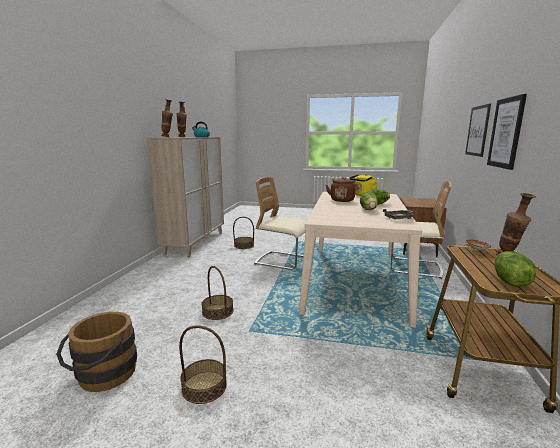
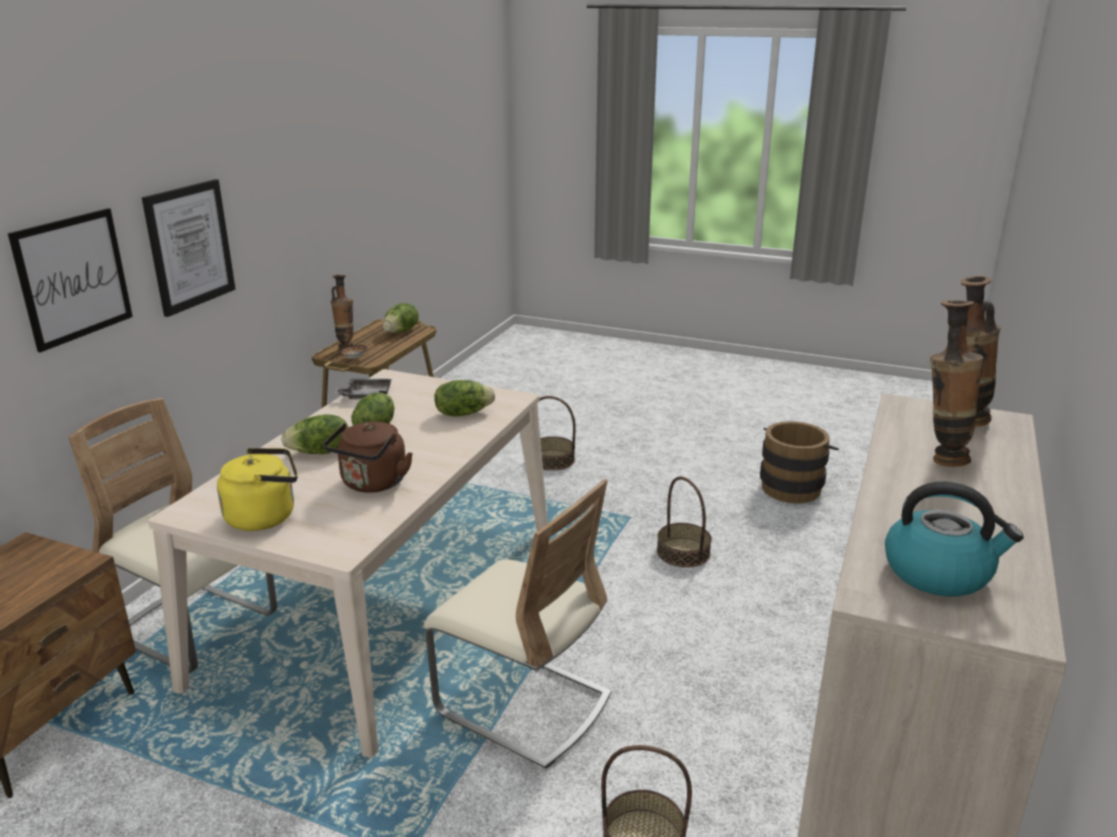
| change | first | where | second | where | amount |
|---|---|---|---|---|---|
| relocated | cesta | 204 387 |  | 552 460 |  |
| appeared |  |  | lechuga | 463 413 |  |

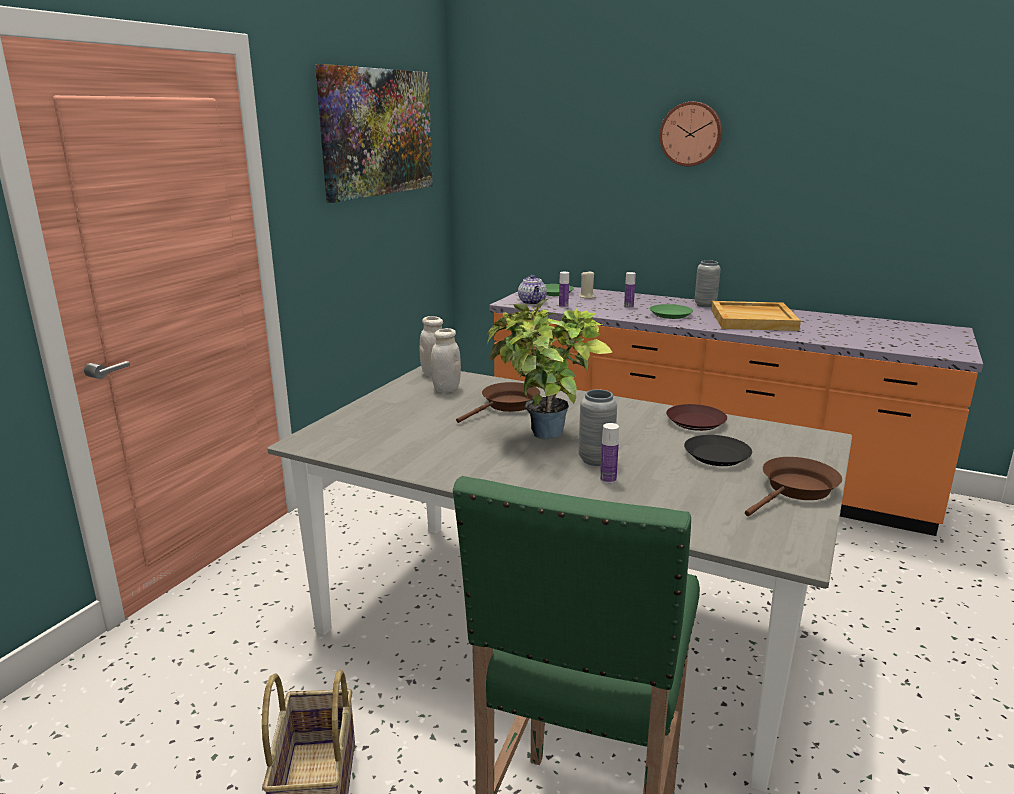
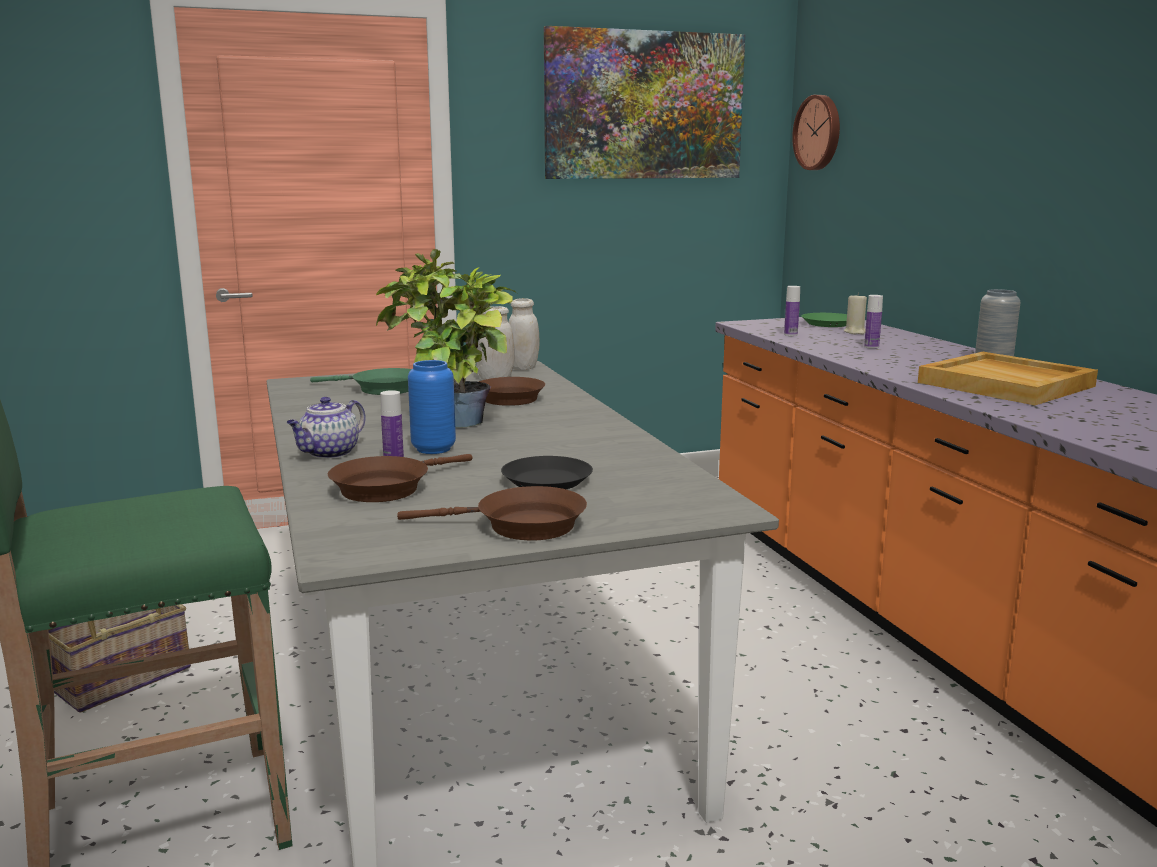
| change | first | where | second | where | amount |
|---|---|---|---|---|---|
| relocated | tetera | 532 302 |  | 329 453 |  |
| colour | florero [gris] | 596 460 | florero [azul] | 433 449 |  |
| missing | plato [verde] | 670 315 |  |  |  |
| relocated | reloj de pared | 691 134 |  | 819 132 |  |
| missing | plato [marrón] | 696 422 |  |  |  |
| appeared |  |  | sartén [verde] | 381 389 |  |
| appeared |  |  | sartén [marrón] | 387 488 |  |

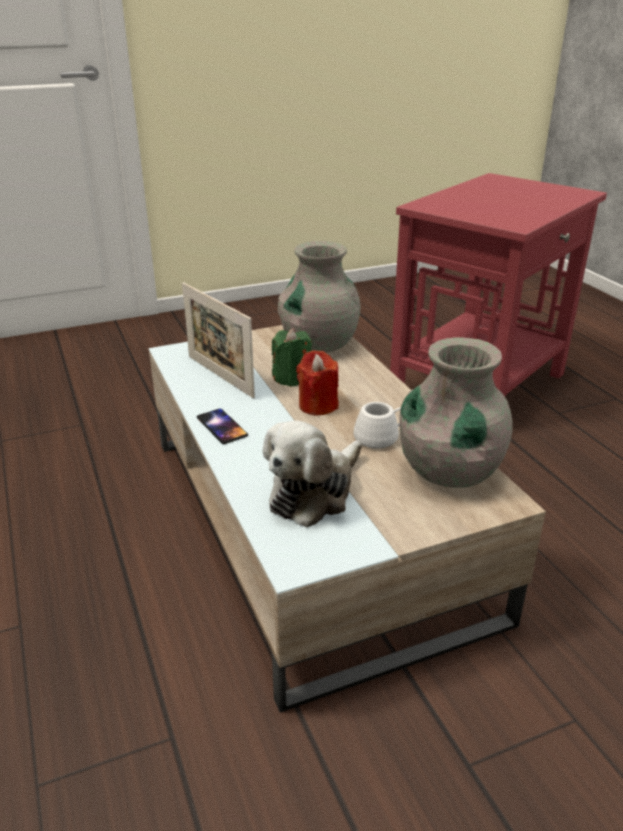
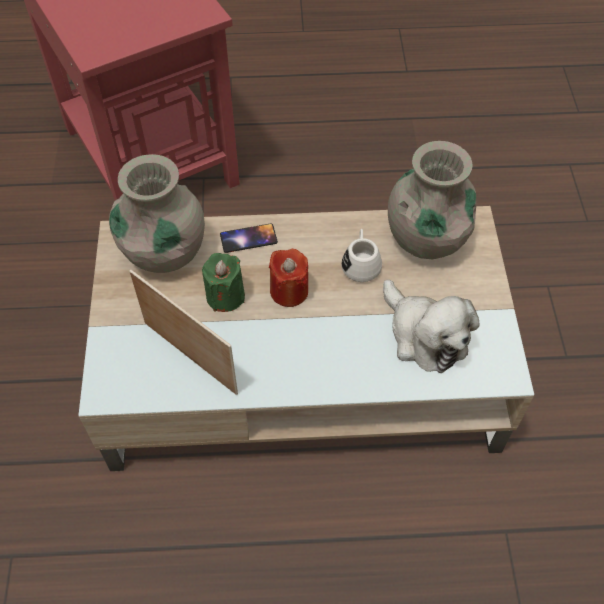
| change | first | where | second | where | amount |
|---|---|---|---|---|---|
| spun | portarretratos | 220 376 |  | 190 357 | 120 degrees counterclockwise |
| relocated | móvil | 222 426 |  | 248 238 |  |

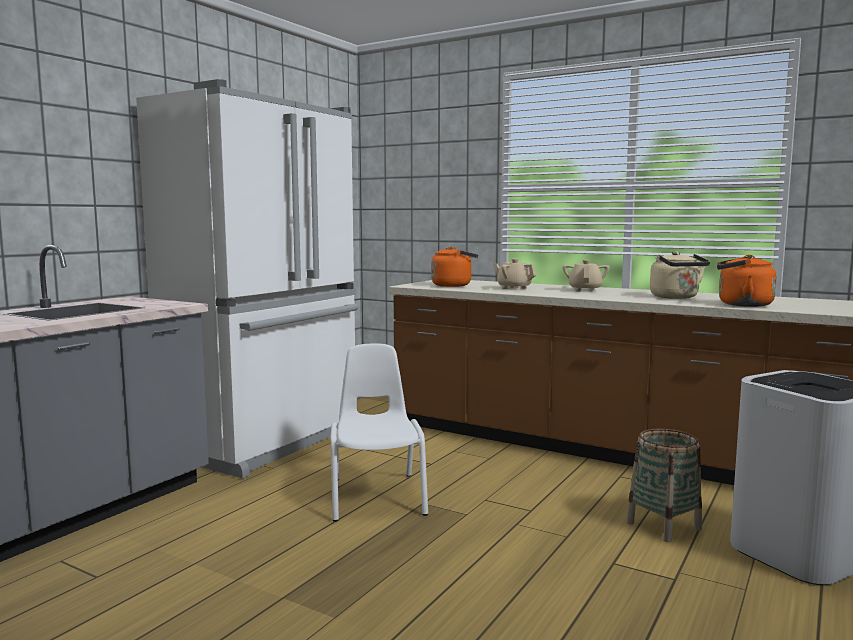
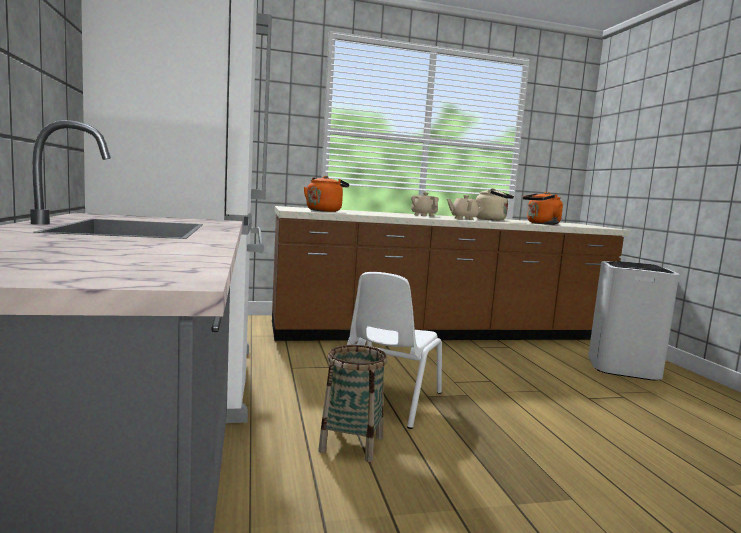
| change | first | where | second | where | amount |
|---|---|---|---|---|---|
| spun | silla [blanco] | 377 496 |  | 389 401 | 105 degrees counterclockwise |
| relocated | tetera [beis] | 514 288 |  | 463 219 |  |
| relocated | cesta | 663 526 |  | 351 444 |  |

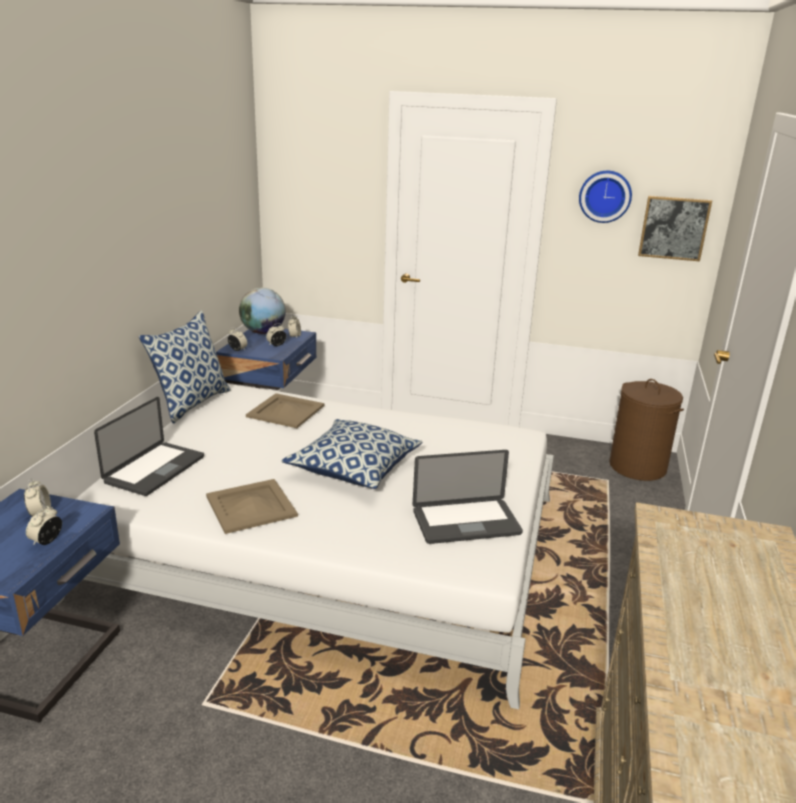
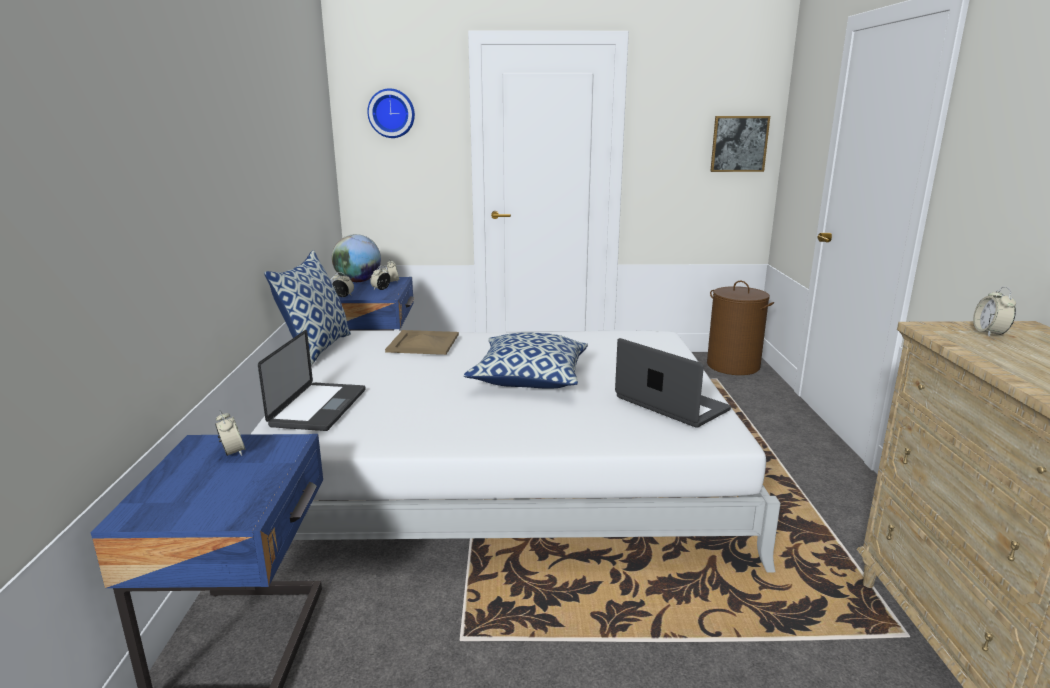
| change | first | where | second | where | amount |
|---|---|---|---|---|---|
| relocated | despertador | 47 541 |  | 989 333 |  |
| missing | bandeja [beis] | 252 506 |  |  |  |
| spun | portátil | 466 523 |  | 671 404 | 105 degrees counterclockwise |
| relocated | reloj de pared | 605 196 |  | 391 113 |  |

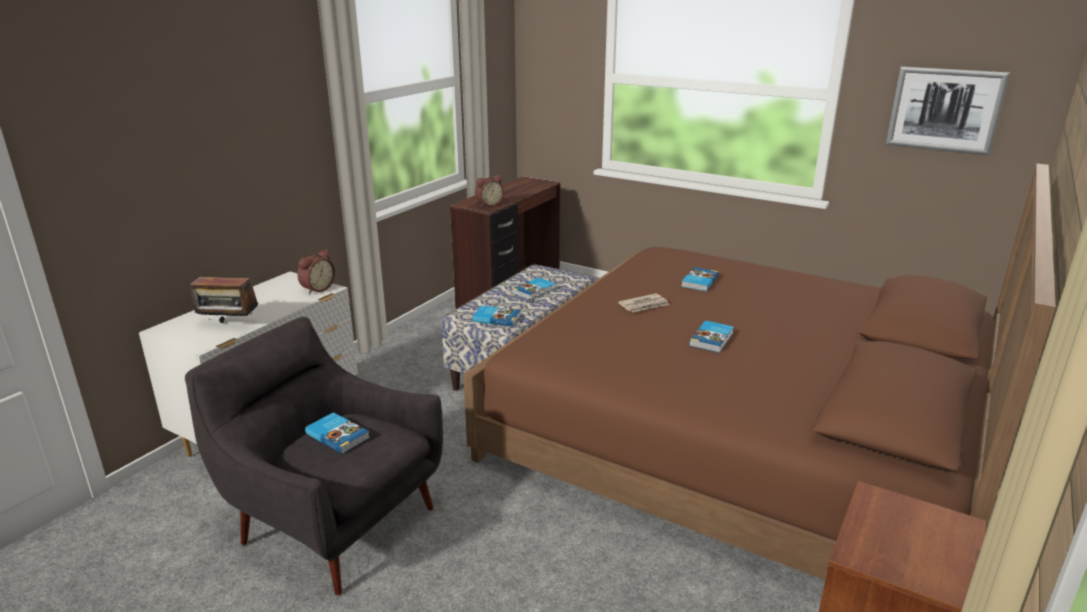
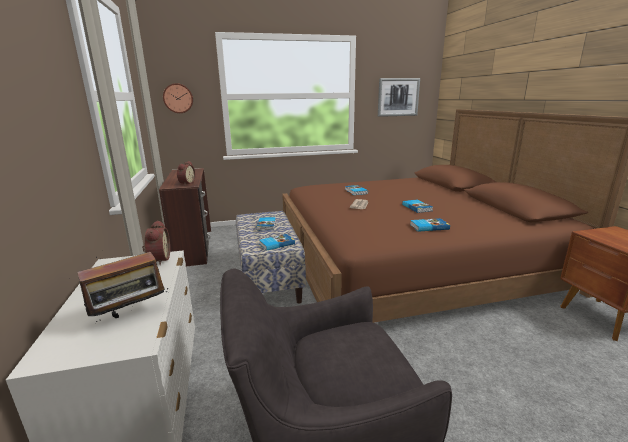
| change | first | where | second | where | amount |
|---|---|---|---|---|---|
| relocated | libro | 338 435 |  | 428 226 |  |
| appeared |  |  | reloj de pared | 178 98 |  |

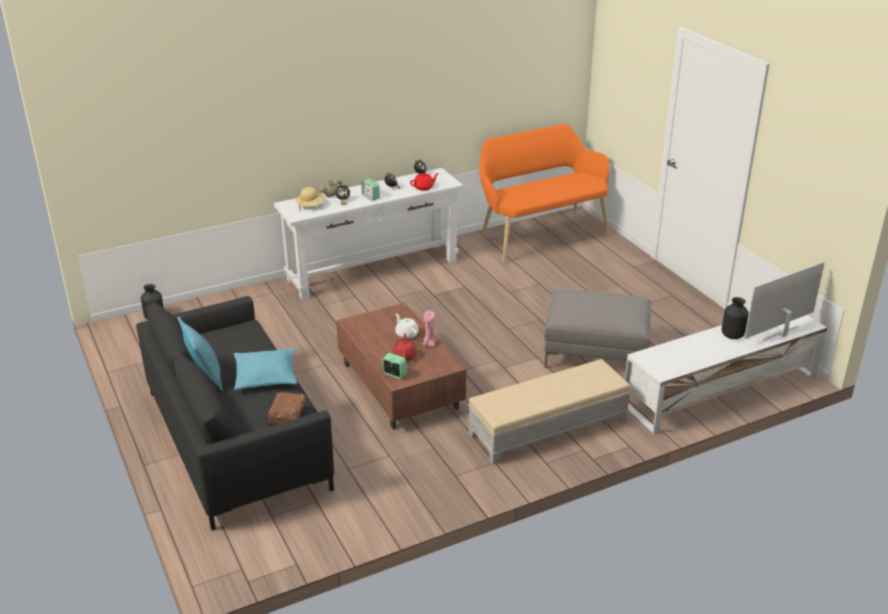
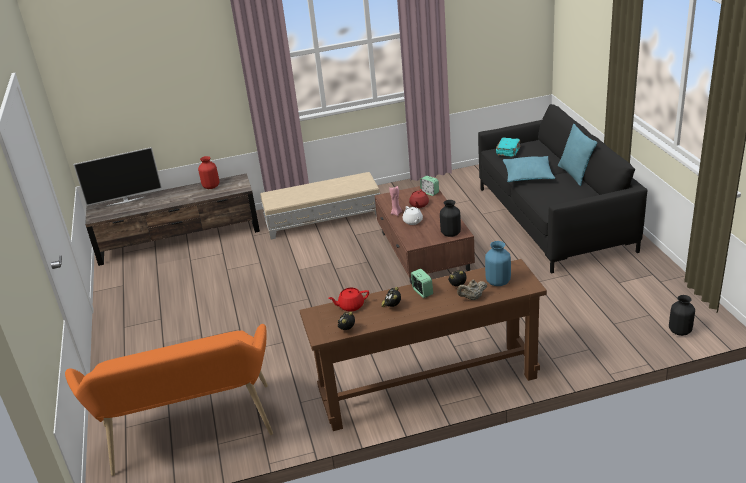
| change | first | where | second | where | amount |
|---|---|---|---|---|---|
| colour | libro [marrón] | 286 415 | libro [turquesa] | 508 151 |  |
| colour | mesa consola [blanco] | 373 270 | mesa consola [marrón] | 428 386 |  |
| exchanged | sombrero [beis] | 310 205 | florero [azul] | 498 282 |  |
| missing | puf [gris] | 596 353 |  |  |  |
| colour | mueble de televisión [blanco] | 719 390 | mueble de televisión [marrón] | 180 238 |  |
| relocated | florero [negro] | 732 335 |  | 450 233 |  |
| appeared |  |  | florero [rojo] | 211 186 |  |

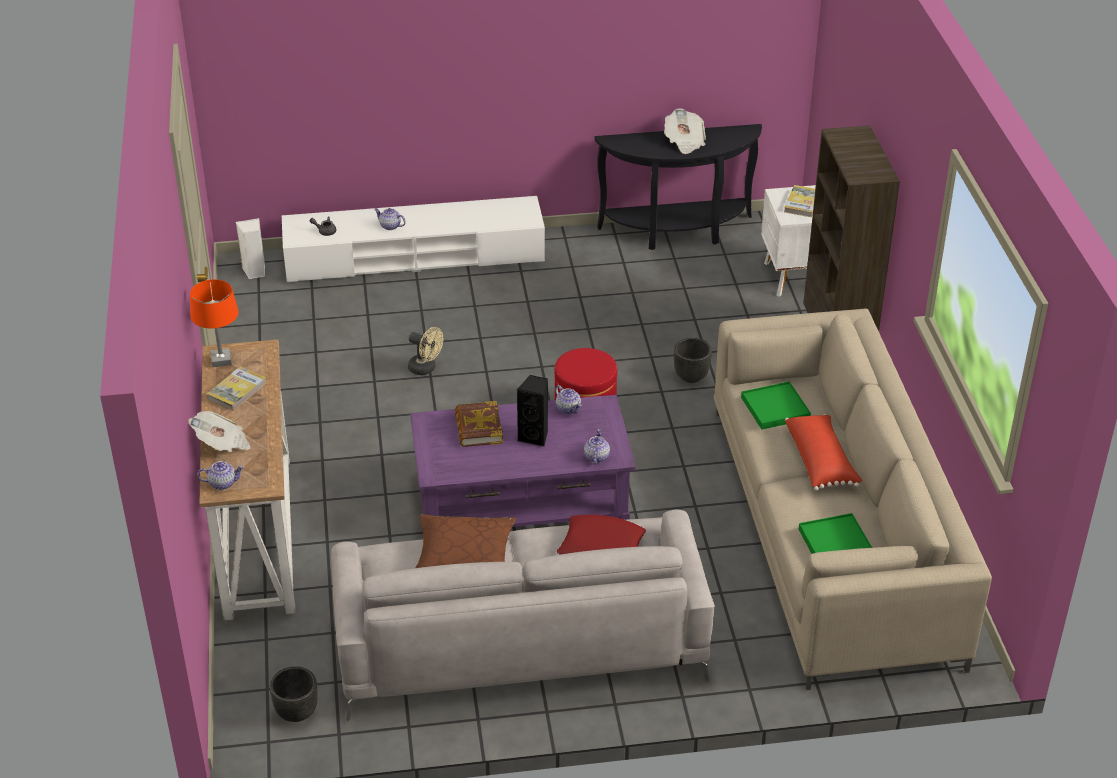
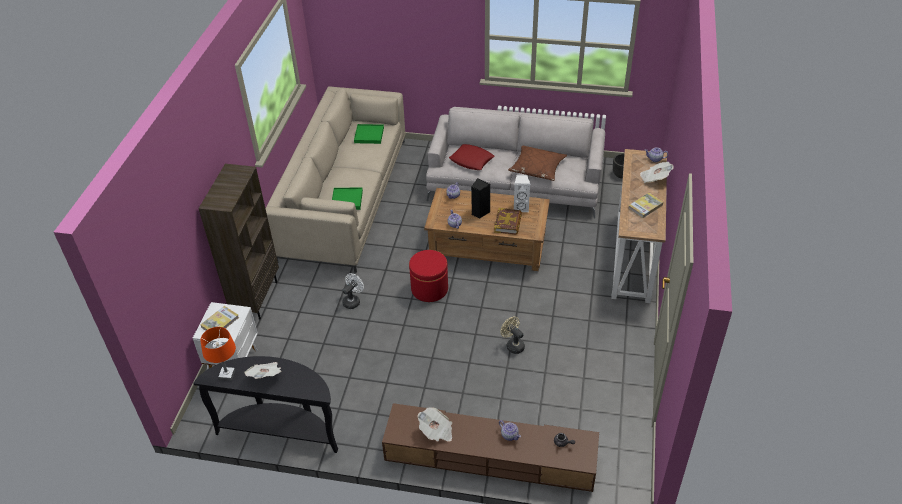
| change | first | where | second | where | amount |
|---|---|---|---|---|---|
| relocated | lámpara de mesa [naranja] | 221 360 |  | 227 375 |  |
| relocated | altavoz [blanco] | 254 271 |  | 521 208 |  |
| colour | mueble de televisión [blanco] | 415 257 | mueble de televisión [marrón] | 489 456 |  |
| colour | mesa de centro [morado] | 521 500 | mesa de centro [marrón] | 488 246 |  |
| exchanged | maceta [negro] | 691 376 | ventilador [blanco] | 353 301 |  |
| missing | cojín [rojo] | 821 461 |  |  |  |
| appeared |  |  | periódico | 436 431 |  |

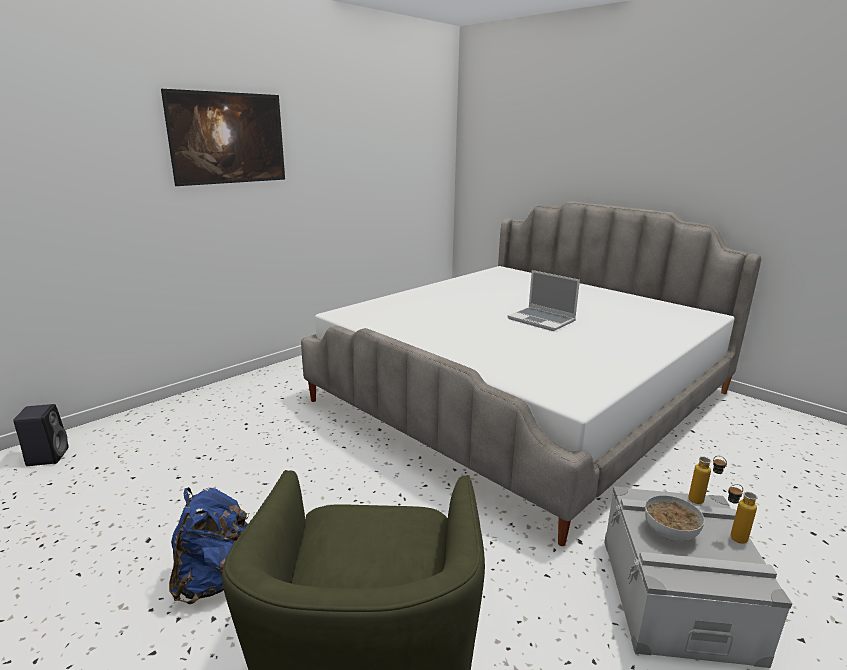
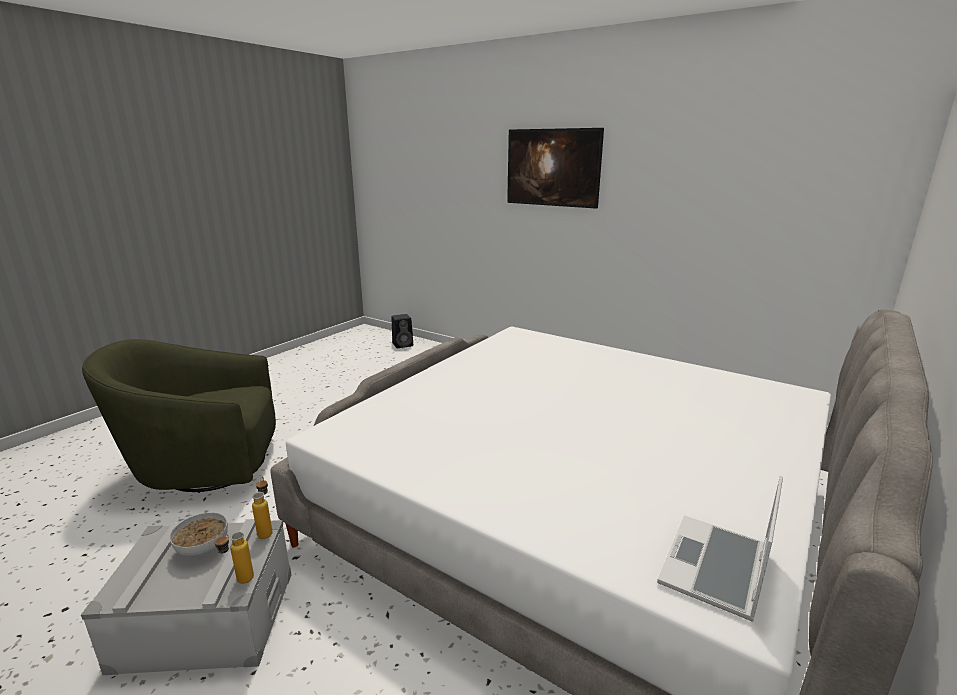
| change | first | where | second | where | amount |
|---|---|---|---|---|---|
| missing | mochila [azul] | 214 578 |  |  |  |
| relocated | portátil | 542 320 |  | 716 569 |  |
| relocated | botella | 731 538 |  | 266 530 |  |

